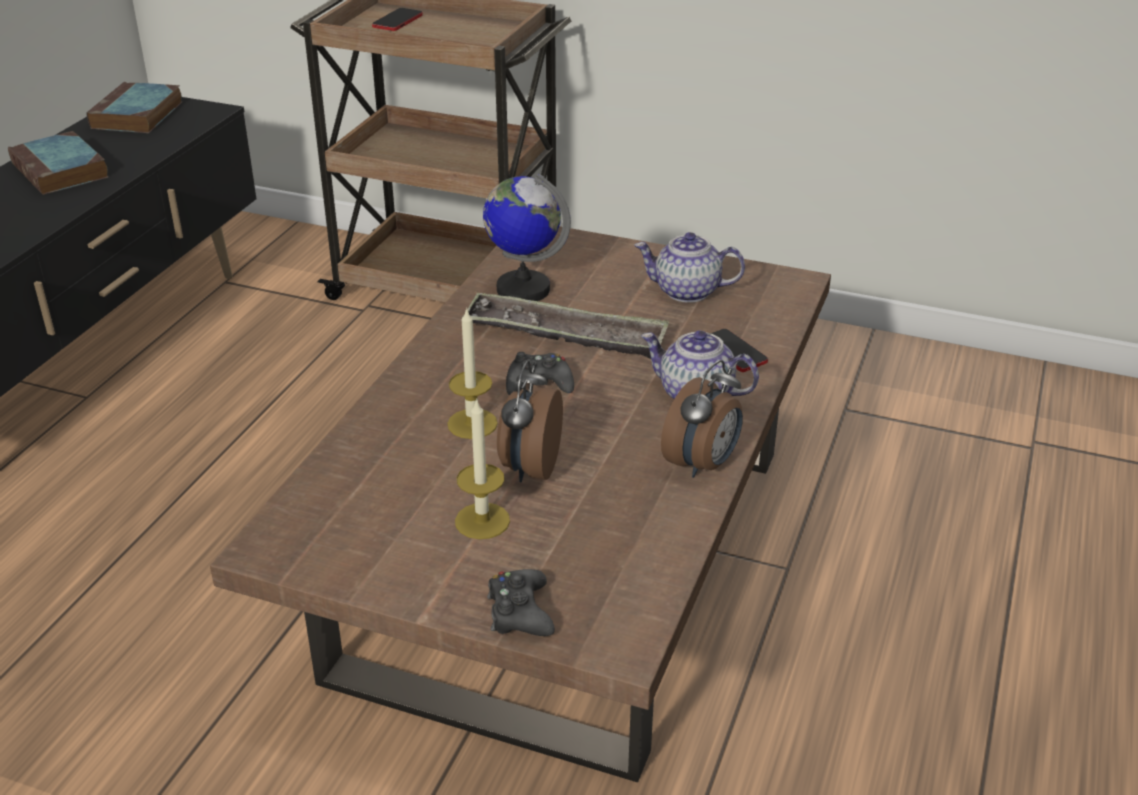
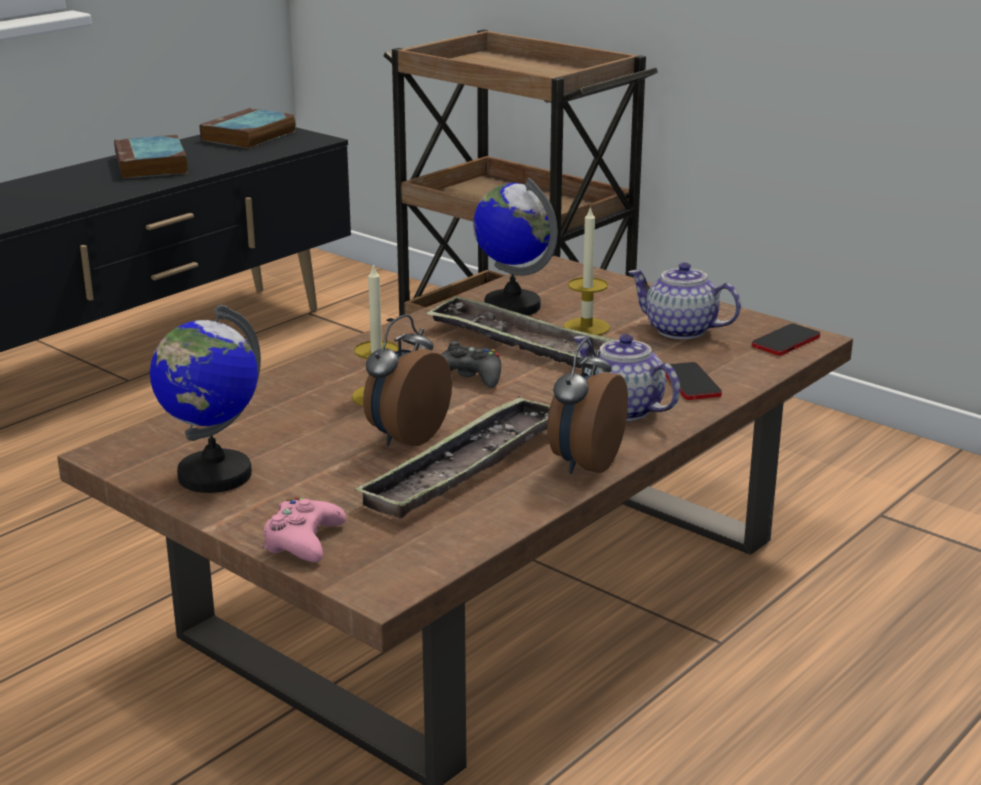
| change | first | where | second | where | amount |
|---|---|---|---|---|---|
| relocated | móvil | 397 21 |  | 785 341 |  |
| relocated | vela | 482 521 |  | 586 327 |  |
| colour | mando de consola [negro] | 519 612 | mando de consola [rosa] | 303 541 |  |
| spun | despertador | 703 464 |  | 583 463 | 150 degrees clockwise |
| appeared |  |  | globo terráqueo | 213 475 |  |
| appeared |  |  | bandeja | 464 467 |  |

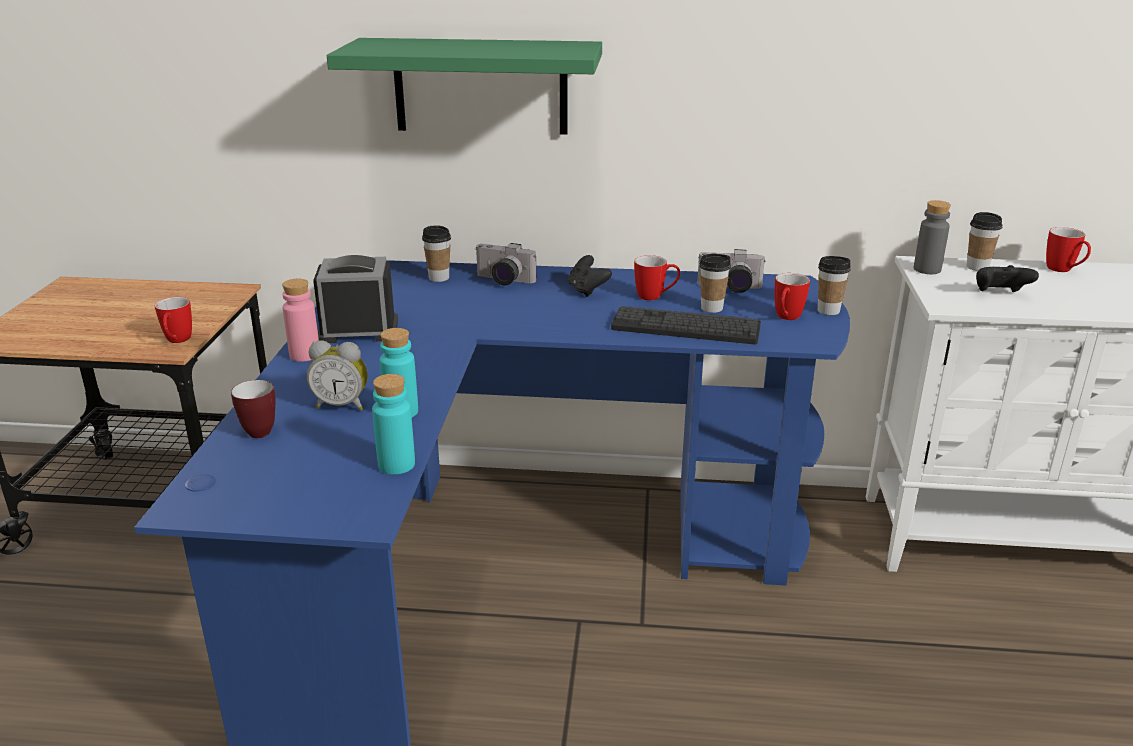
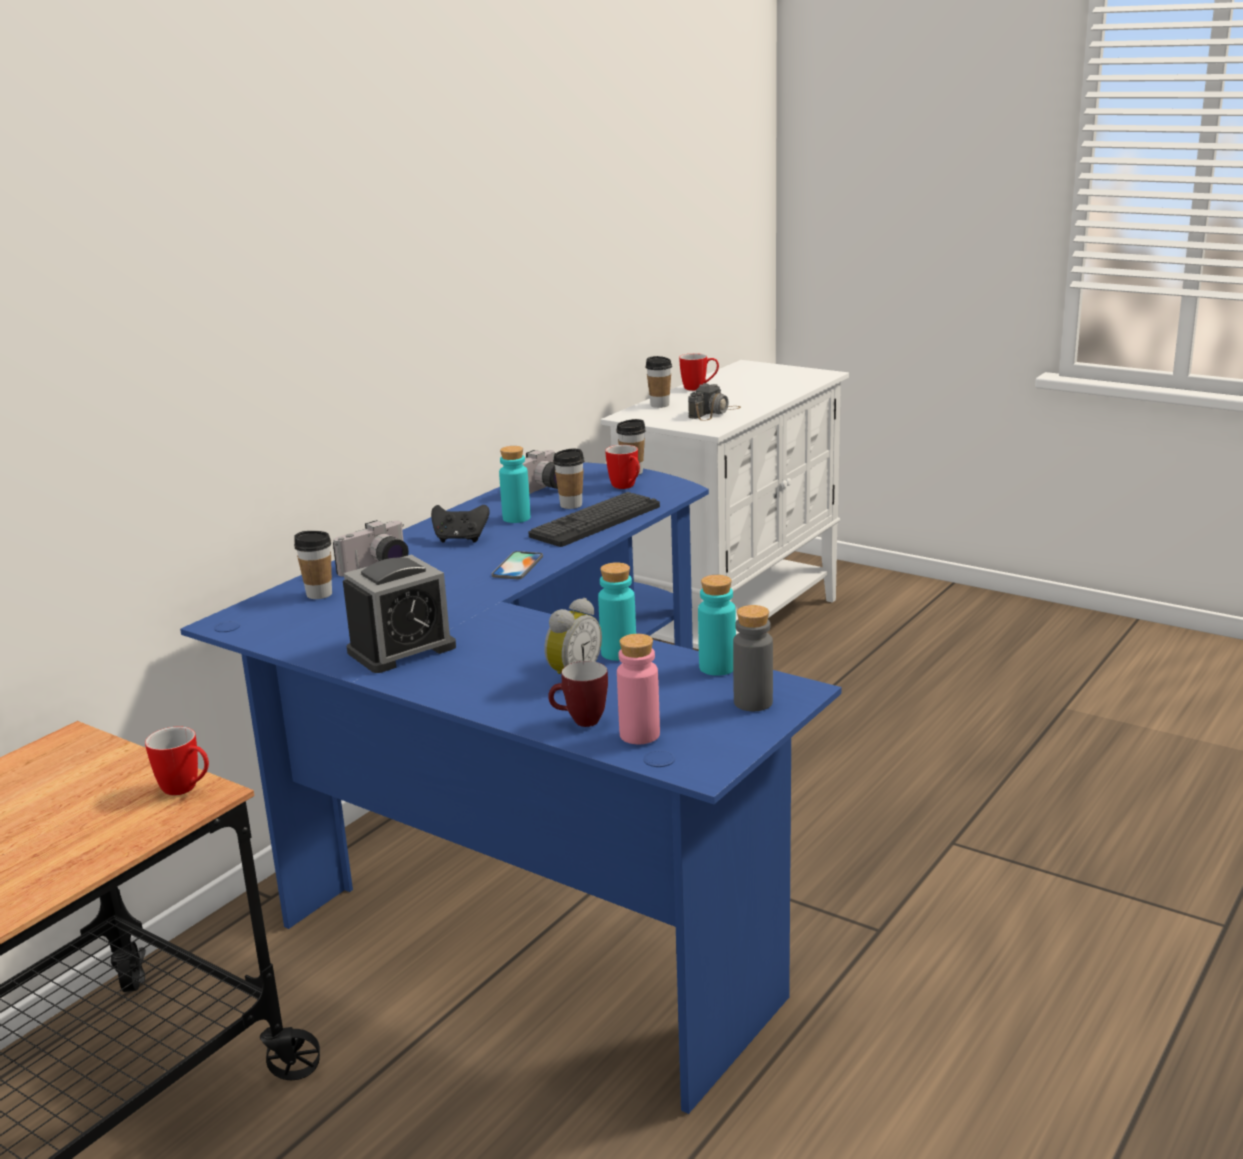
| change | first | where | second | where | amount |
|---|---|---|---|---|---|
| relocated | botella [rosa] | 305 355 |  | 639 735 |  |
| spun | despertador | 358 330 |  | 401 649 | 150 degrees counterclockwise |
| missing | estante [verde] | 480 86 |  |  |  |
| exchanged | taza grande | 655 297 | botella [turquesa] | 516 518 |  |
| relocated | botella [gris] | 927 269 |  | 753 702 |  |
| exchanged | mando de consola [negro] | 999 294 | cámara | 714 412 |  |
| appeared |  |  | móvil | 517 566 |  |

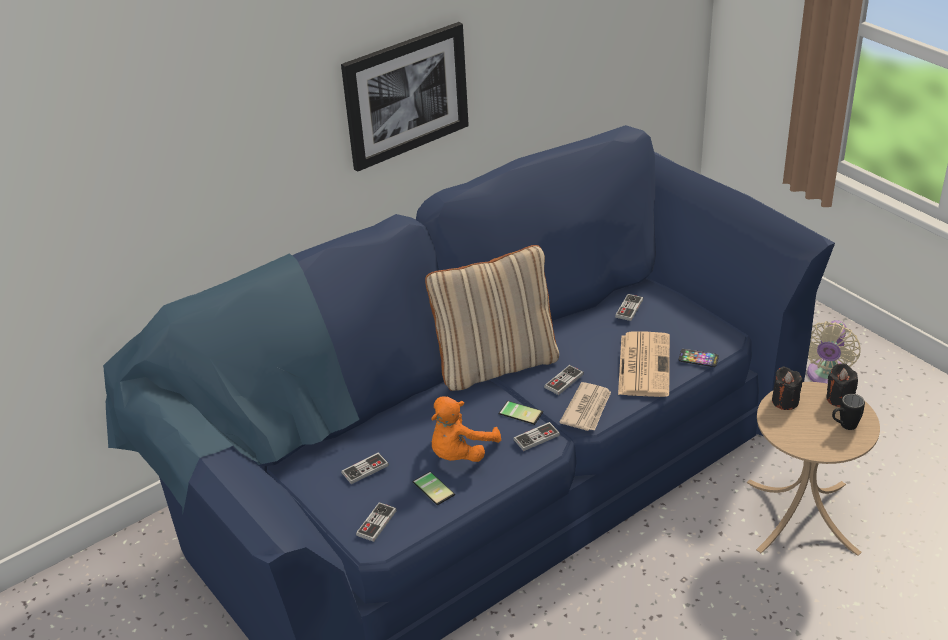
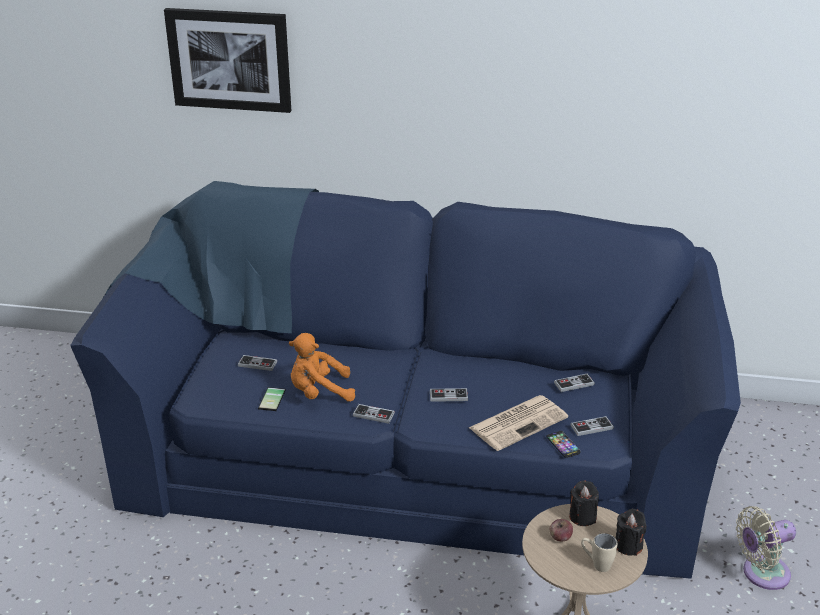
| change | first | where | second | where | amount |
|---|---|---|---|---|---|
| relocated | cuadro | 405 95 |  | 229 60 |  |
| relocated | mando de consola | 376 523 |  | 591 427 |  |
| missing | cojín [beis] | 496 364 |  |  |  |
| missing | móvil | 521 411 |  |  |  |
| missing | periódico | 587 409 |  |  |  |
| colour | taza grande [negro] | 844 426 | taza grande [beis] | 596 564 |  |
| appeared |  |  | manzana | 560 537 |  |

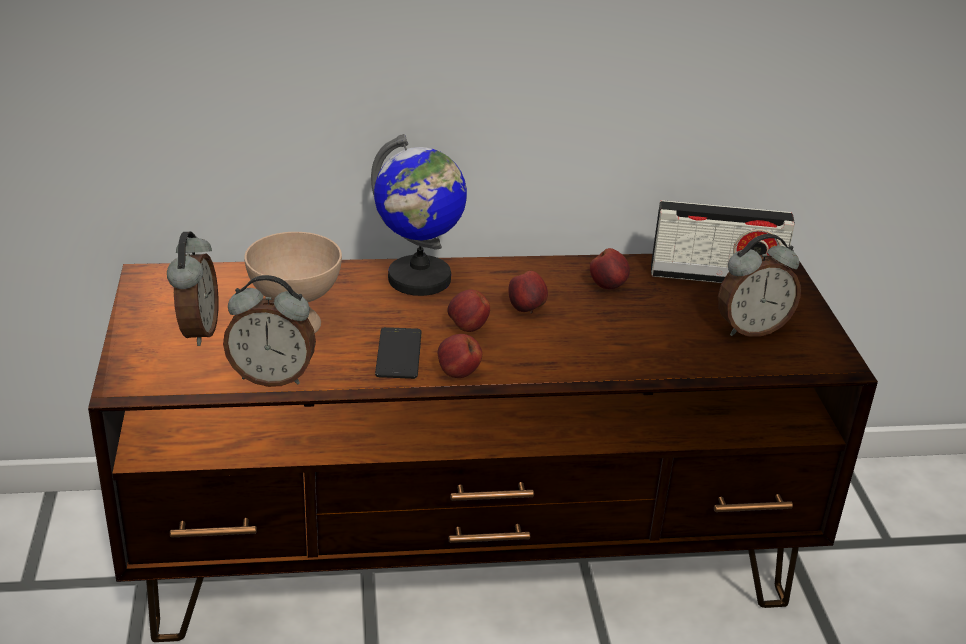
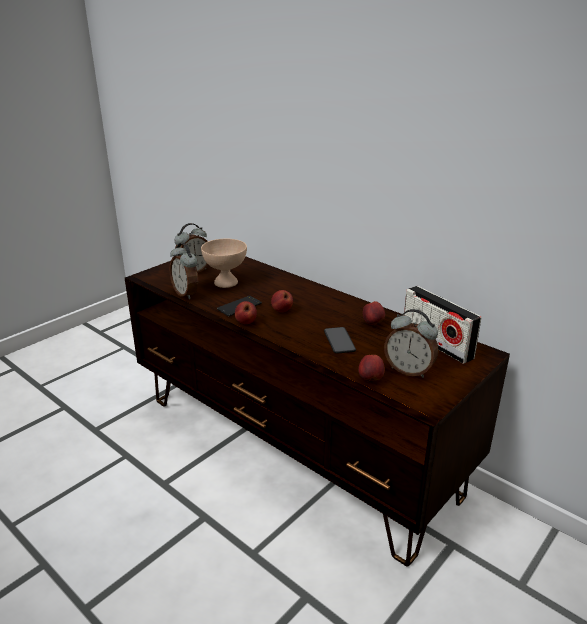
| change | first | where | second | where | amount |
|---|---|---|---|---|---|
| missing | globo terráqueo | 419 279 |  |  |  |
| relocated | manzana | 527 309 |  | 370 379 |  |
| appeared |  |  | móvil | 339 341 |  |

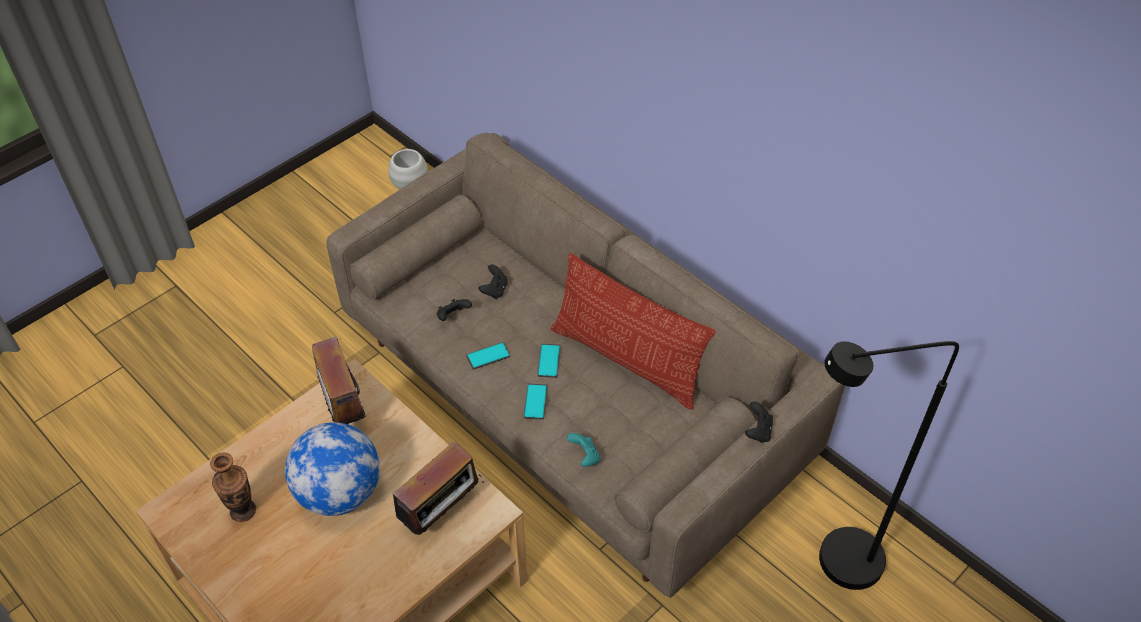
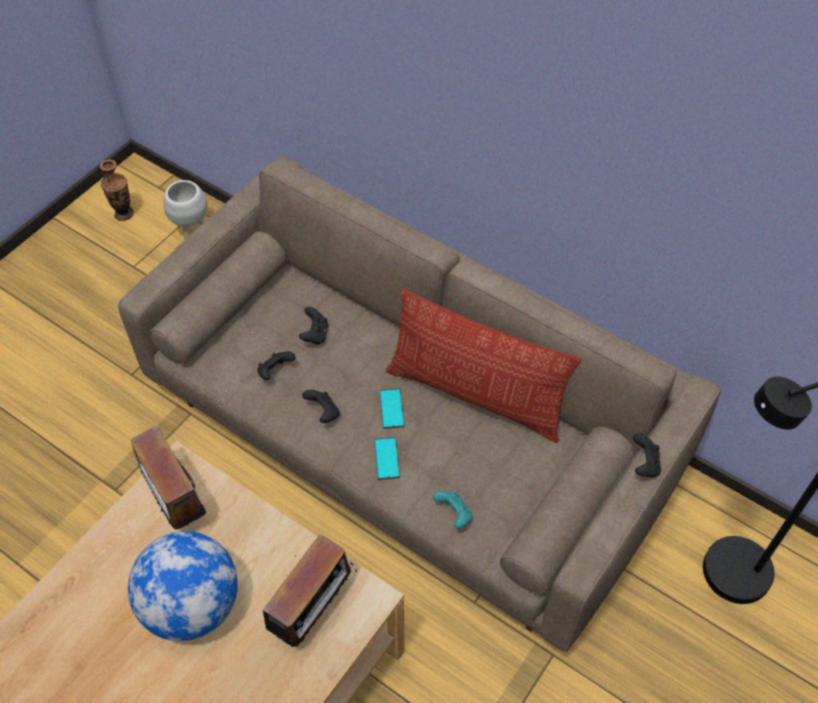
| change | first | where | second | where | amount |
|---|---|---|---|---|---|
| relocated | florero | 243 511 |  | 124 214 |  |
| exchanged | móvil | 488 356 | mando de consola [negro] | 323 413 |  |

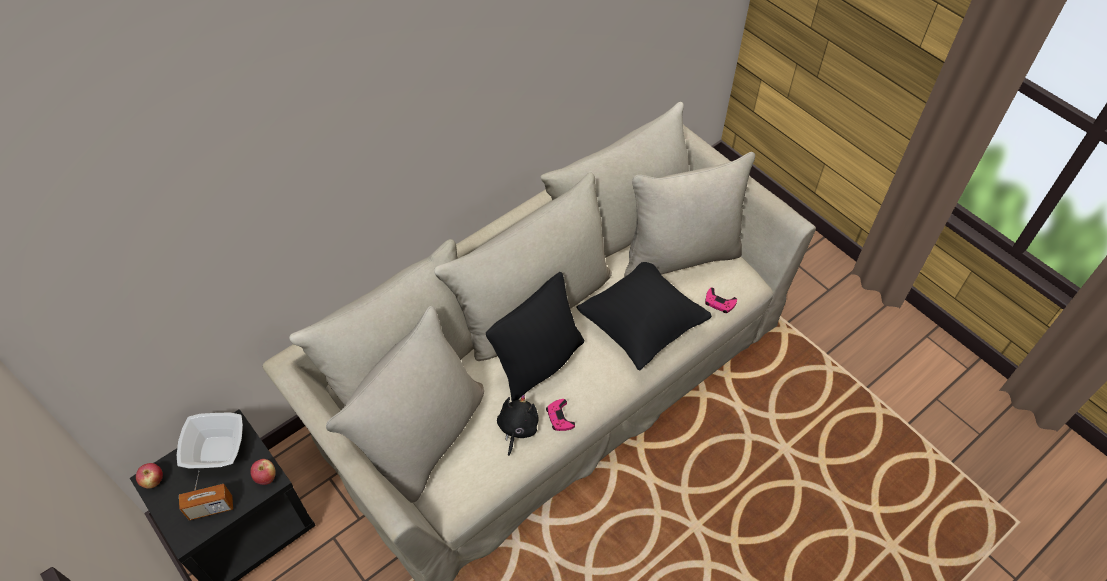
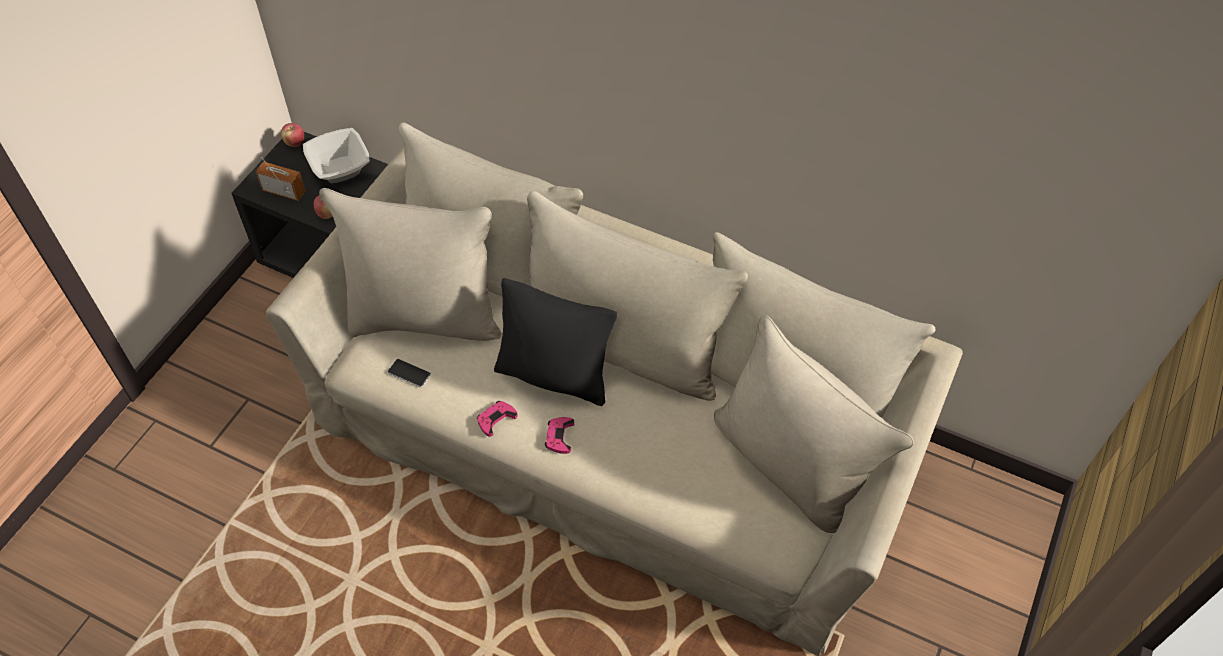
| change | first | where | second | where | amount |
|---|---|---|---|---|---|
| spun | radio | 211 508 |  | 284 191 | 150 degrees clockwise |
| missing | peluche [negro] | 517 428 |  |  |  |
| missing | cojín [negro] | 641 327 |  |  |  |
| relocated | mando de consola [rosa] | 719 302 |  | 559 437 |  |
| appeared |  |  | móvil | 409 373 |  |

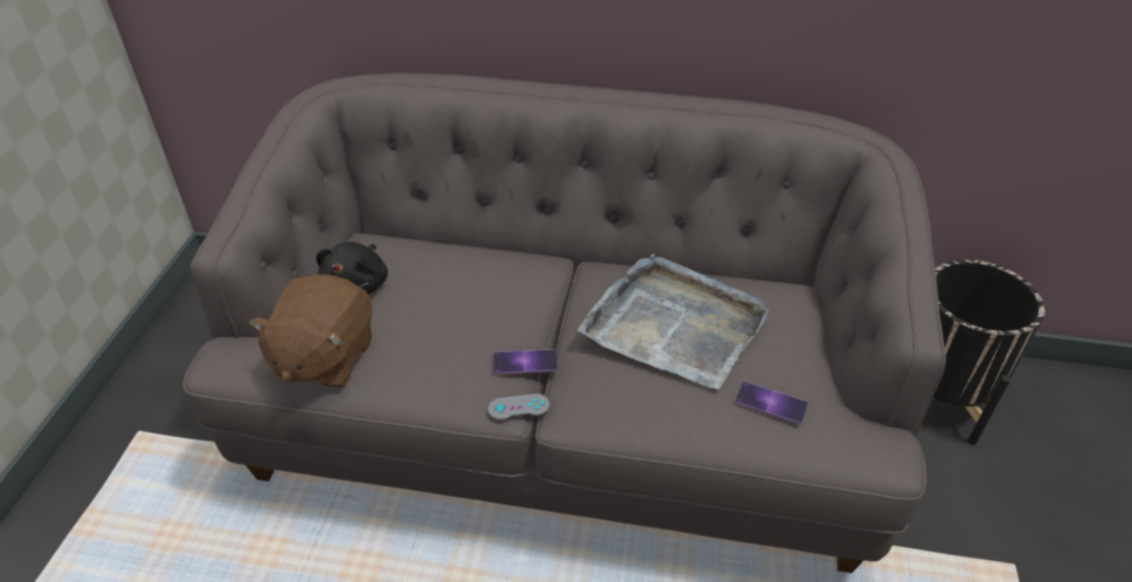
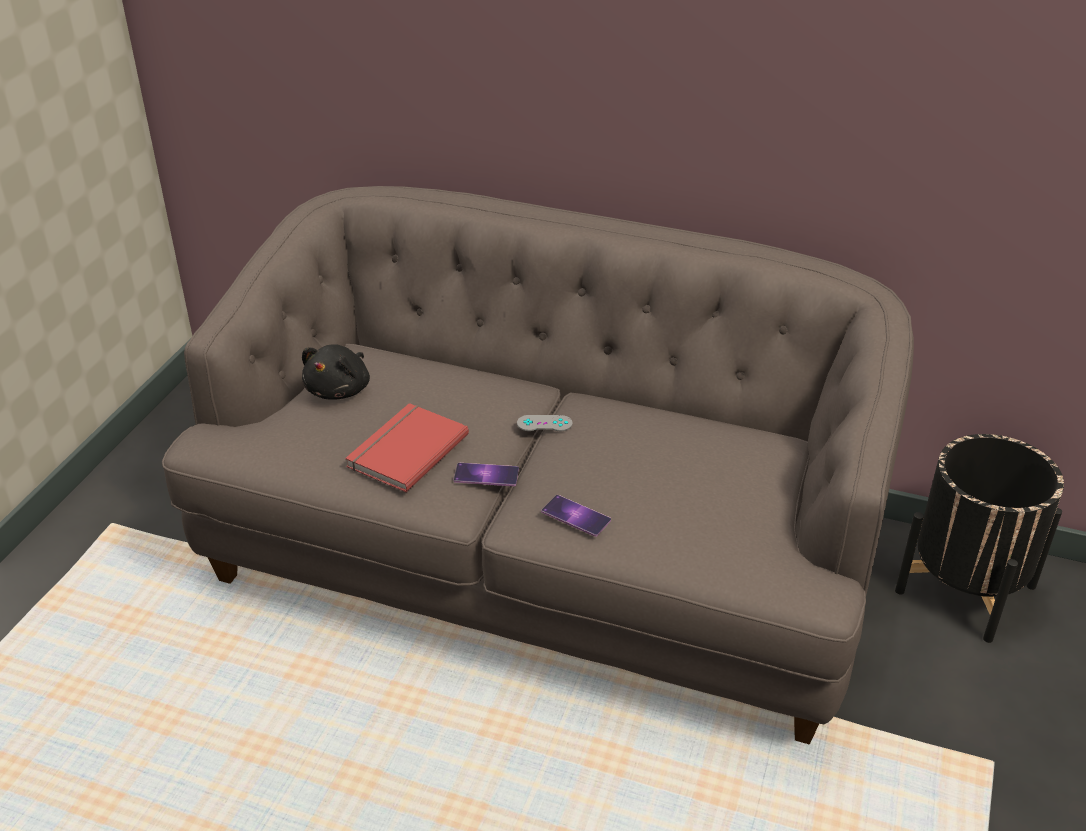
| change | first | where | second | where | amount |
|---|---|---|---|---|---|
| missing | peluche [marrón] | 324 357 |  |  |  |
| relocated | mando de consola [gris] | 518 407 |  | 544 423 |  |
| missing | bandeja [gris] | 675 325 |  |  |  |
| relocated | móvil | 771 403 |  | 576 516 |  |
| appeared |  |  | libro [rojo] | 405 450 |  |

